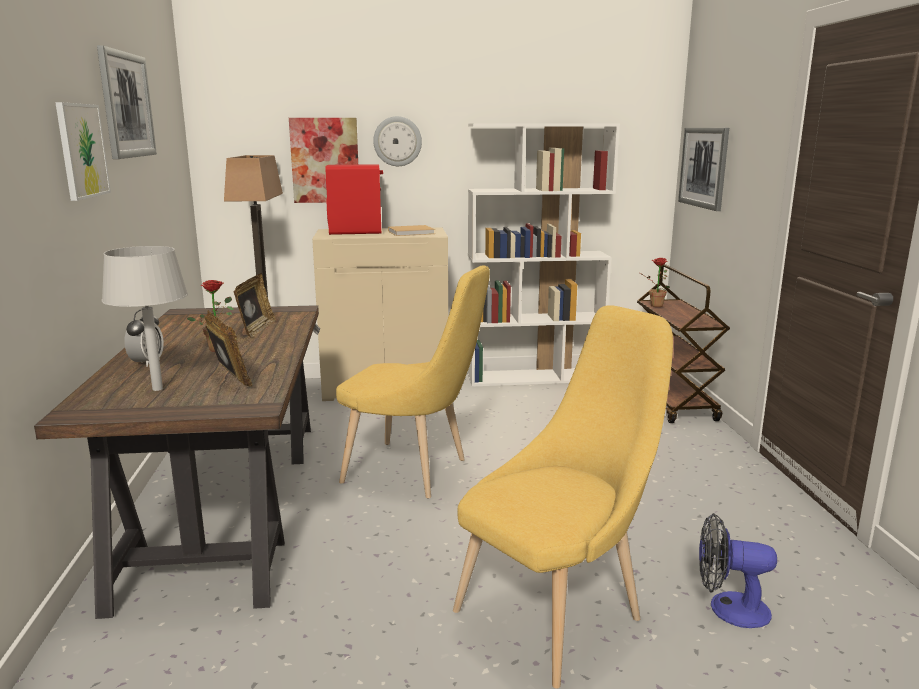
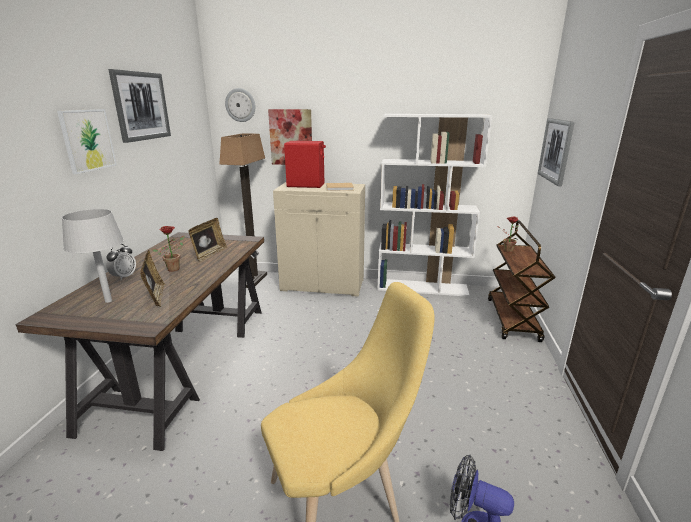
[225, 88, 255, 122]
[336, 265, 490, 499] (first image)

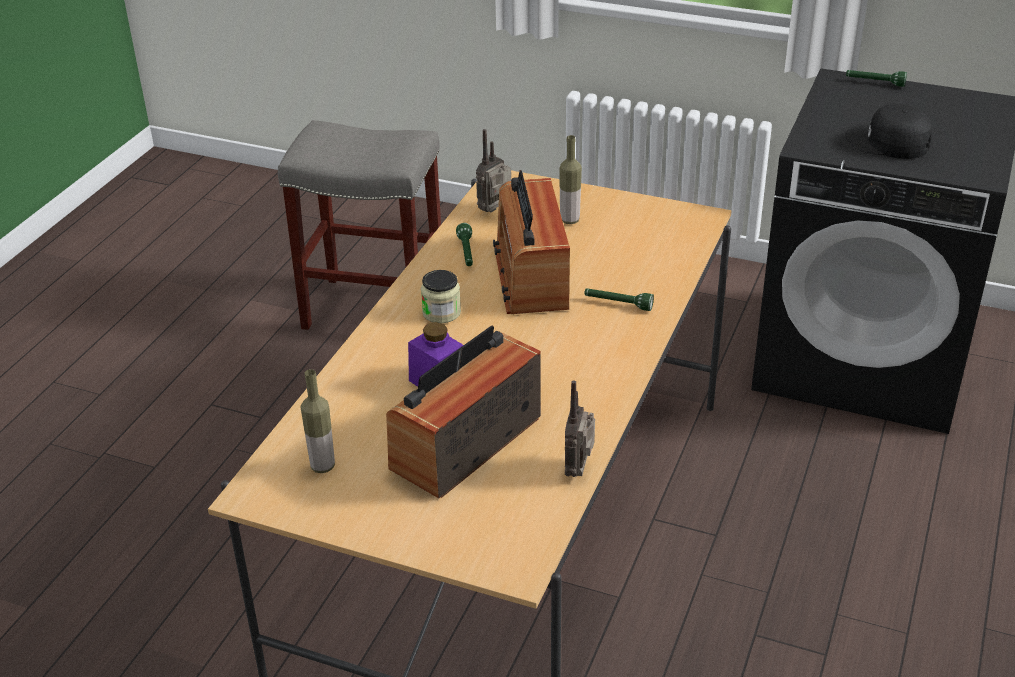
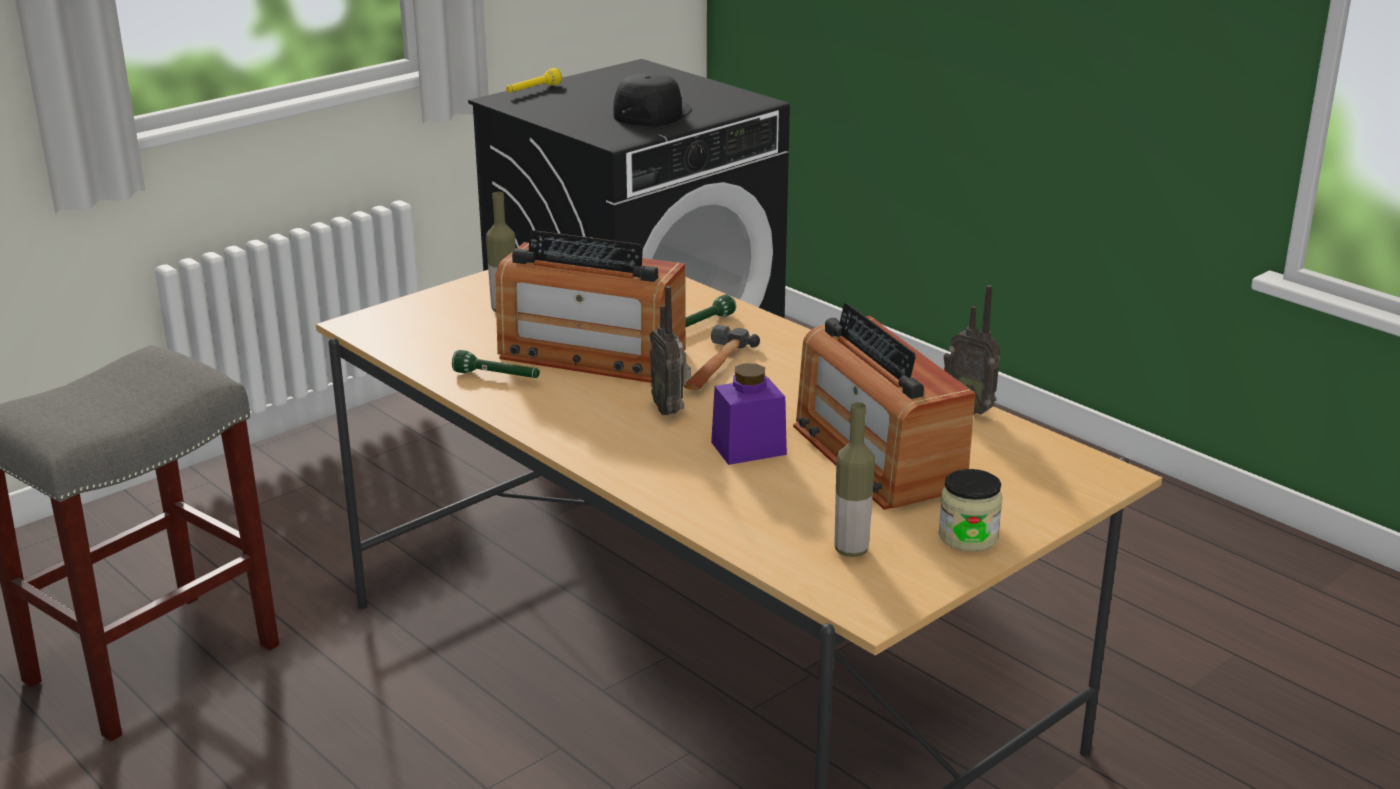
[506, 68, 562, 93]
[613, 73, 692, 126]
[650, 286, 691, 415]
[938, 469, 1003, 552]
[683, 325, 760, 390]

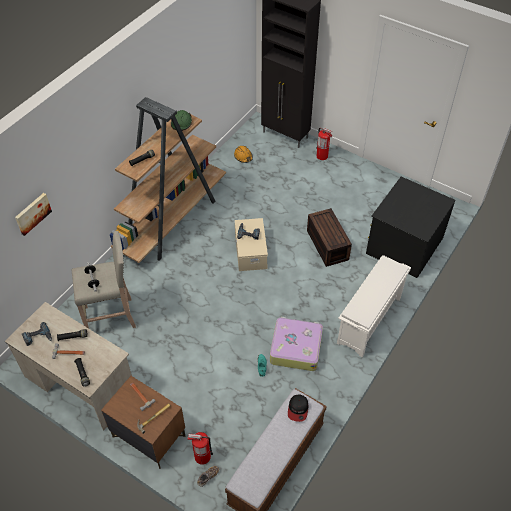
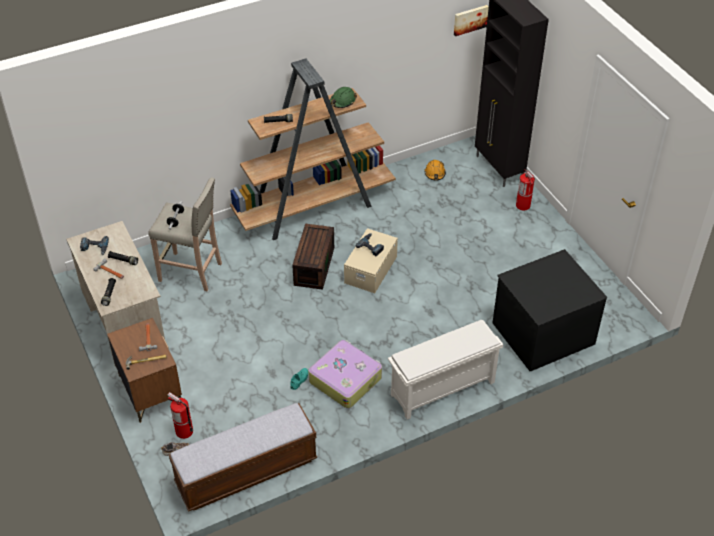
[454, 5, 489, 36]
[292, 224, 334, 290]
[288, 395, 309, 422] (first image)

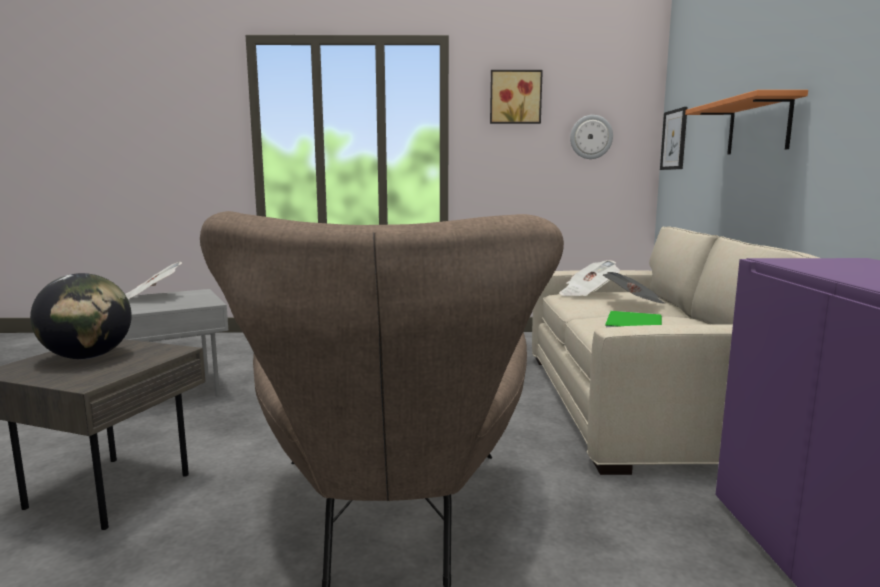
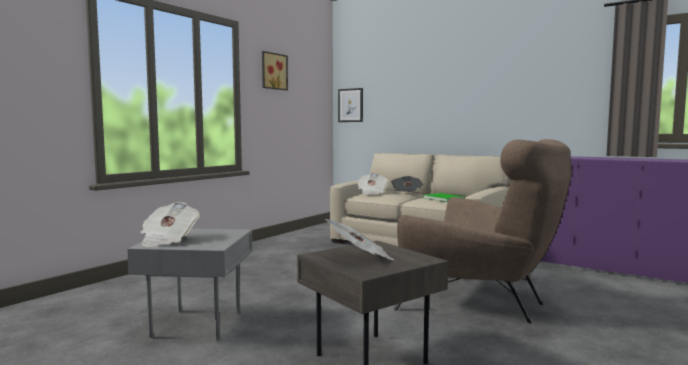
[685, 90, 808, 154] (first image)
[570, 115, 613, 159] (first image)
[325, 219, 394, 260]

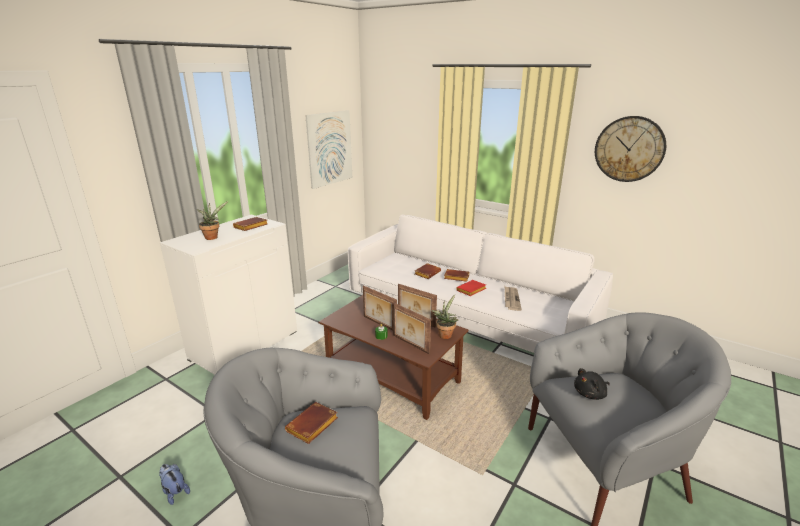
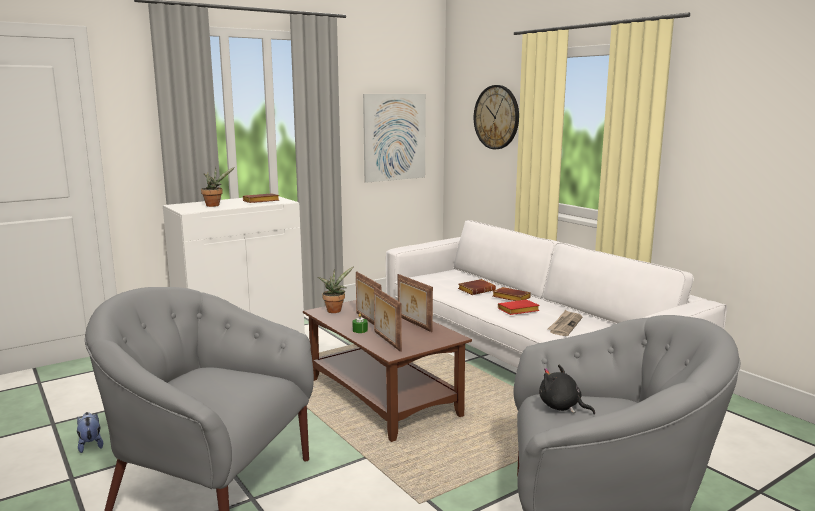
[474, 85, 519, 149]
[318, 267, 353, 313]
[539, 365, 595, 415]
[285, 402, 338, 444] (first image)

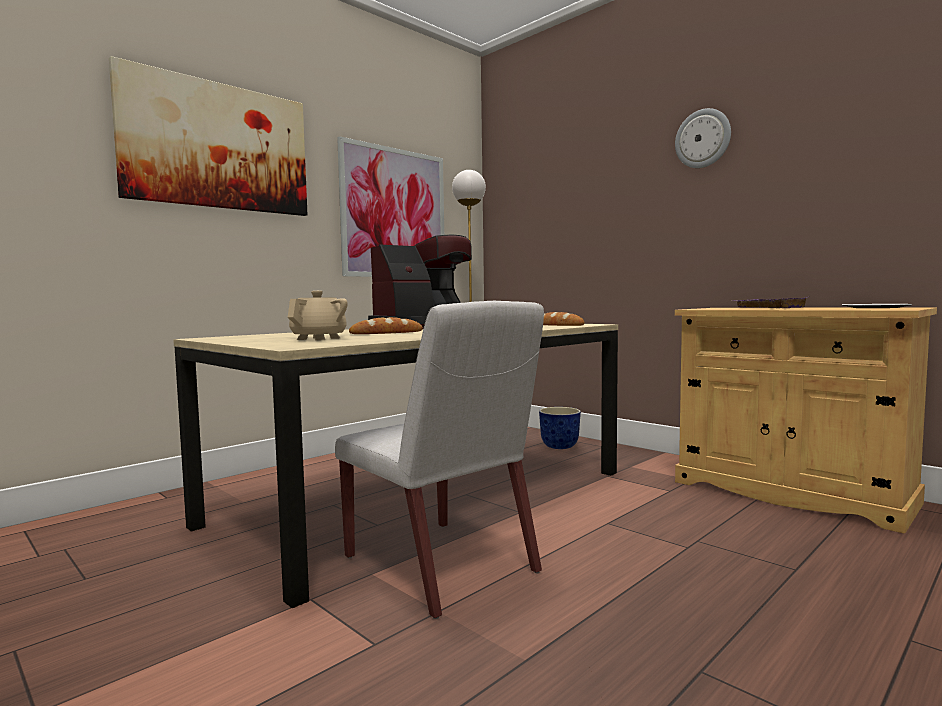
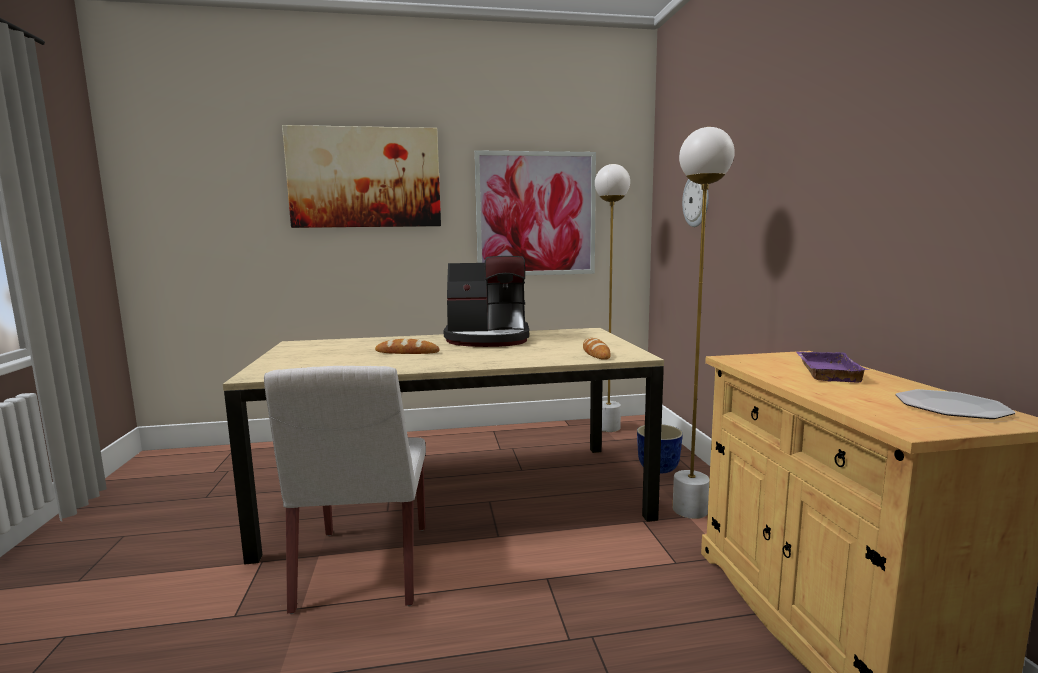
[682, 179, 709, 227]
[288, 291, 348, 340] (first image)
[673, 127, 735, 519]

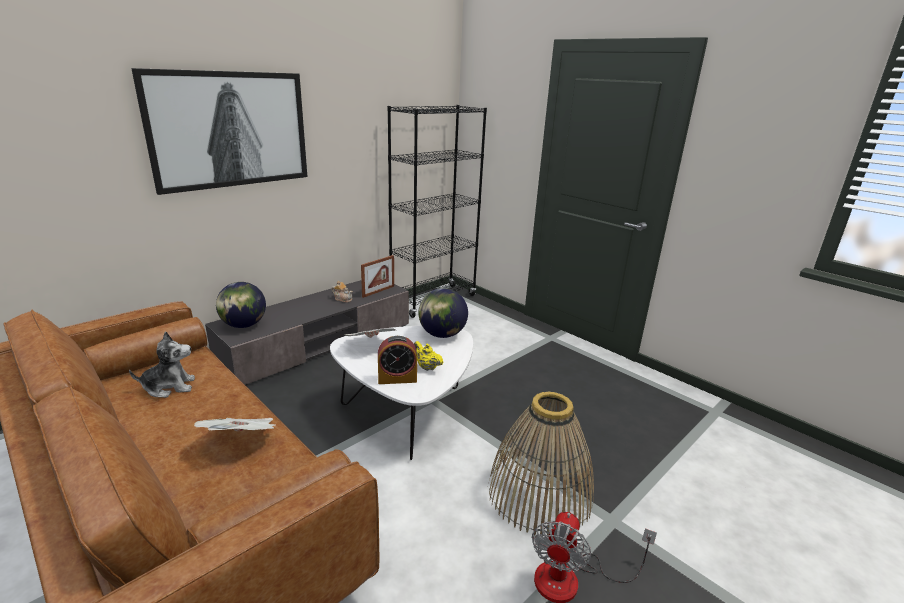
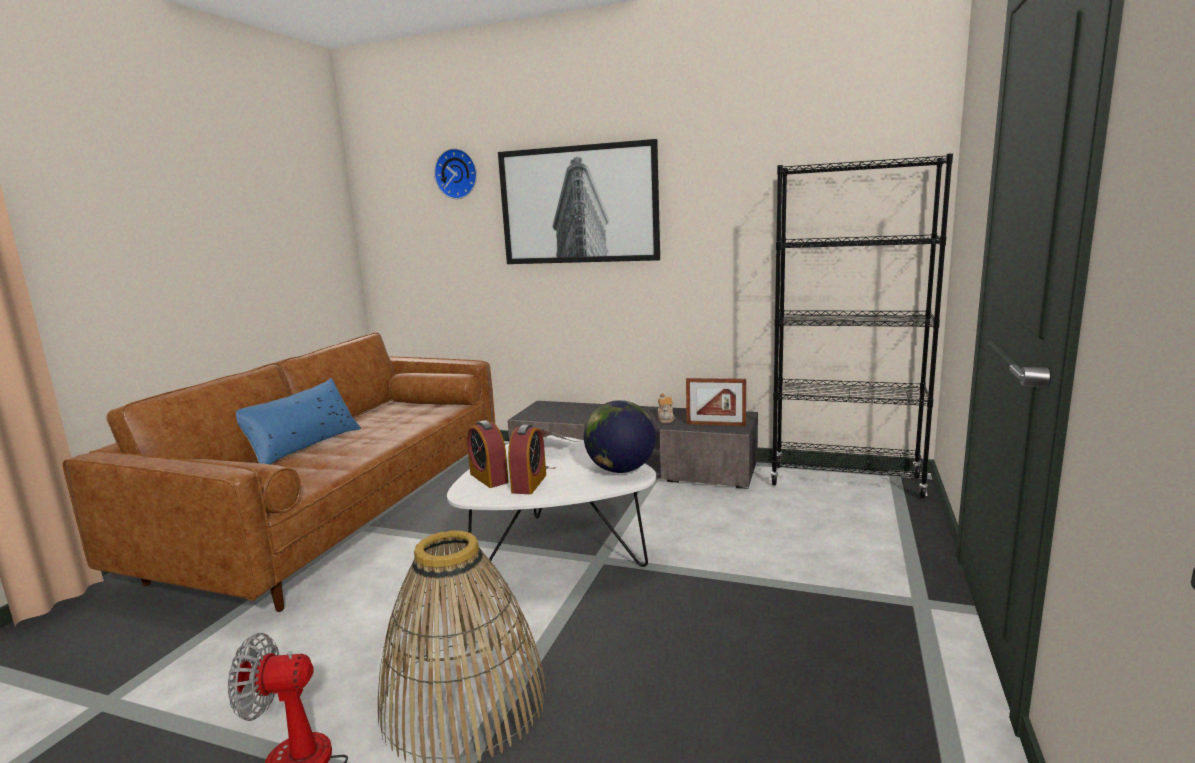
[216, 282, 266, 328] (first image)
[129, 331, 195, 398] (first image)
[508, 424, 546, 494]
[194, 418, 276, 432] (first image)
[434, 148, 477, 199]
[236, 378, 361, 464]

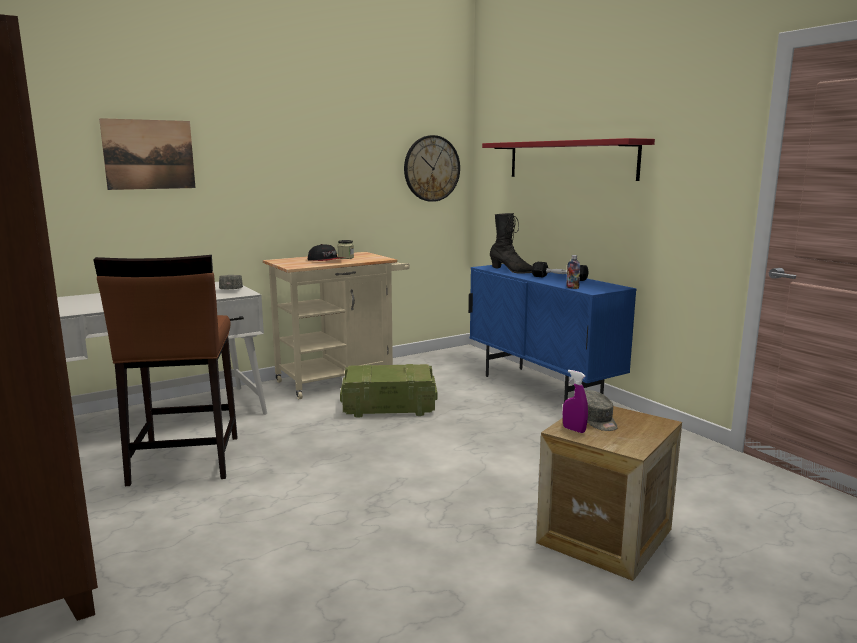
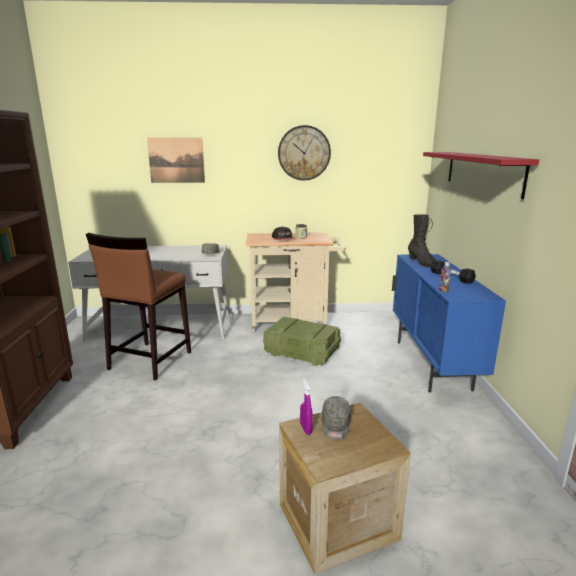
[278, 125, 331, 181]

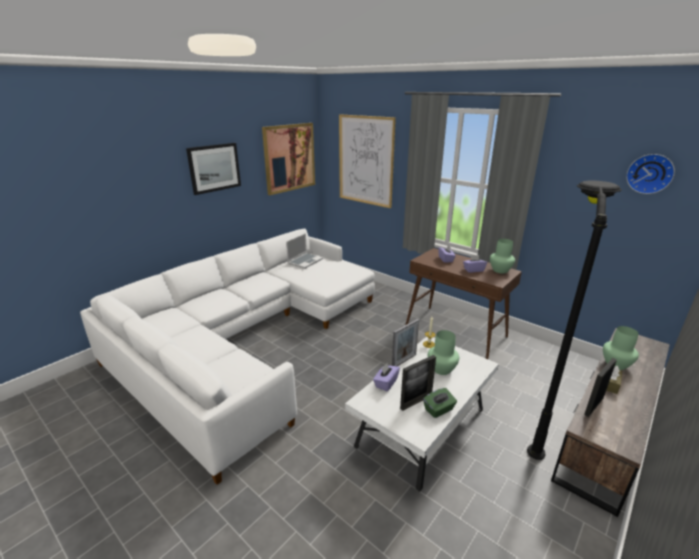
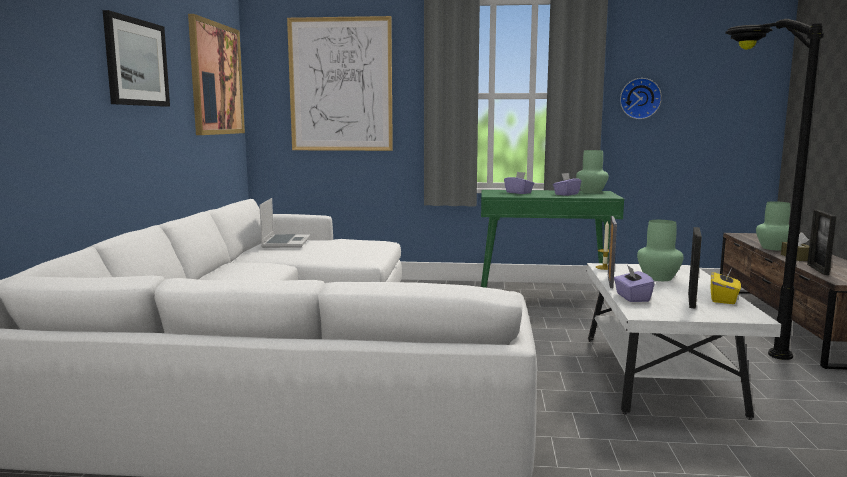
[620, 78, 662, 119]
[481, 190, 624, 288]
[711, 268, 741, 304]

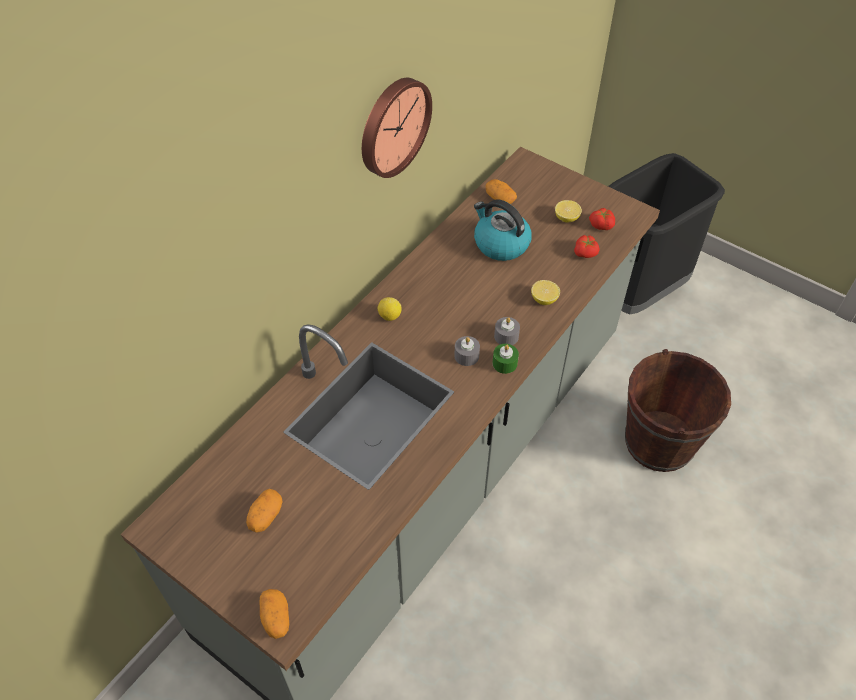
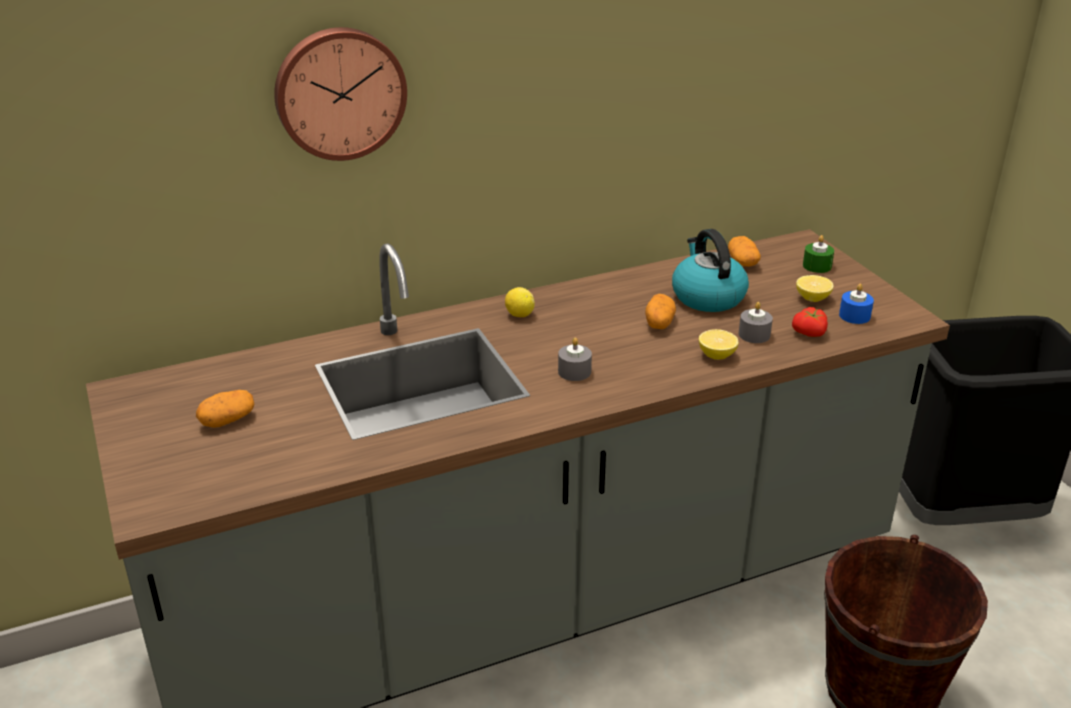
[274, 27, 407, 161]
[839, 283, 874, 324]
[739, 302, 773, 343]
[803, 235, 834, 273]
[645, 294, 676, 329]

